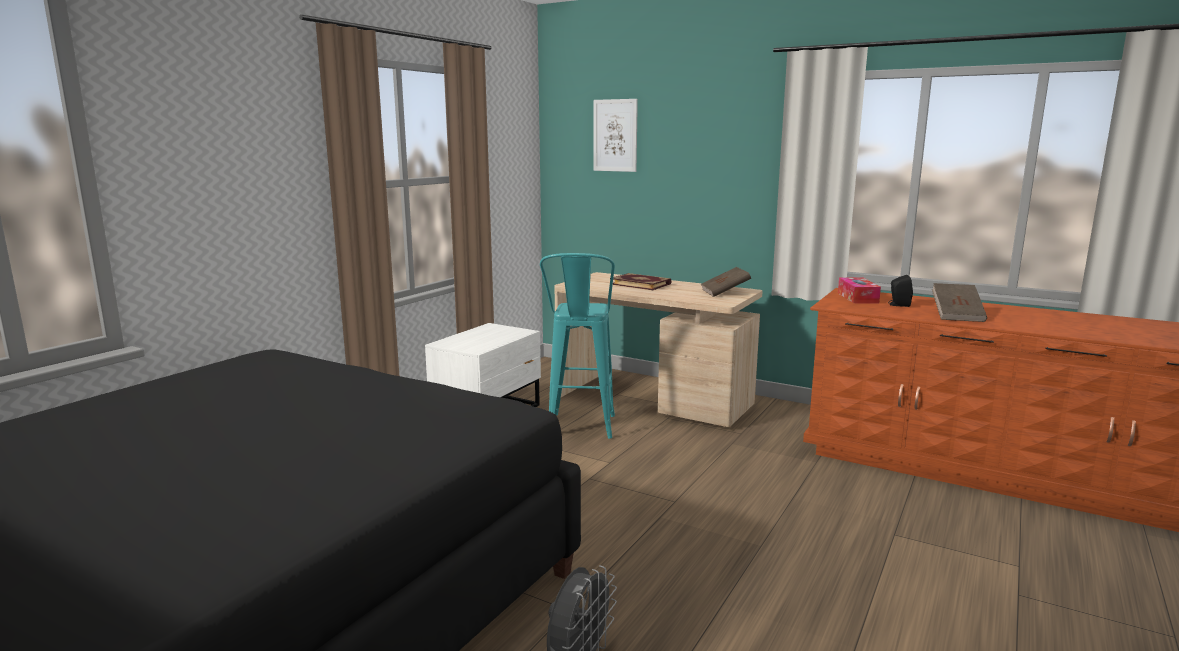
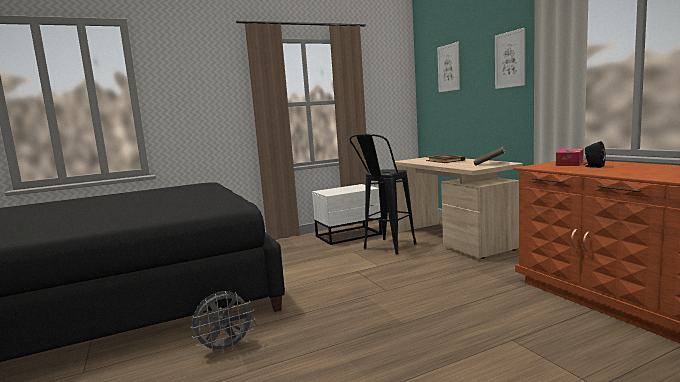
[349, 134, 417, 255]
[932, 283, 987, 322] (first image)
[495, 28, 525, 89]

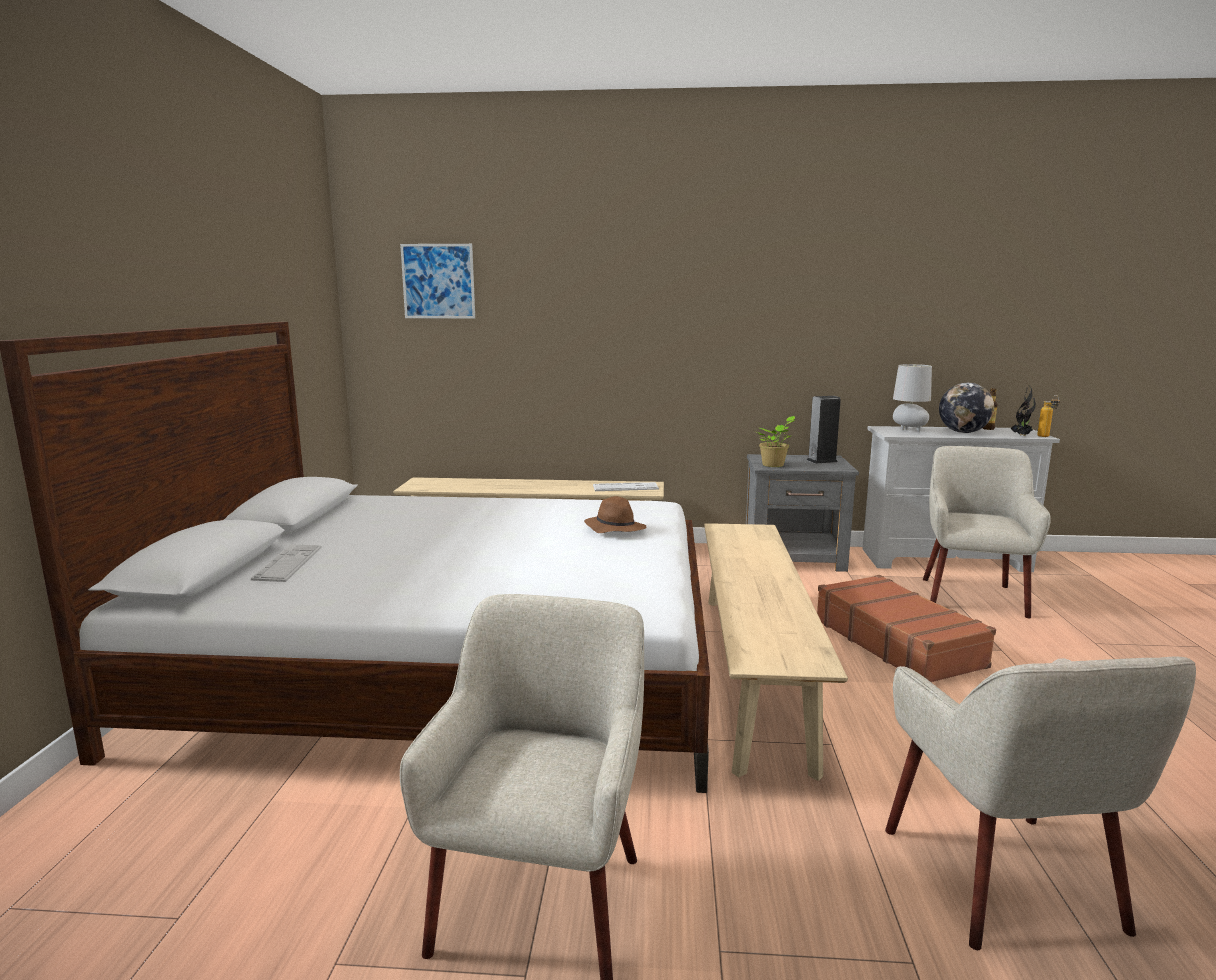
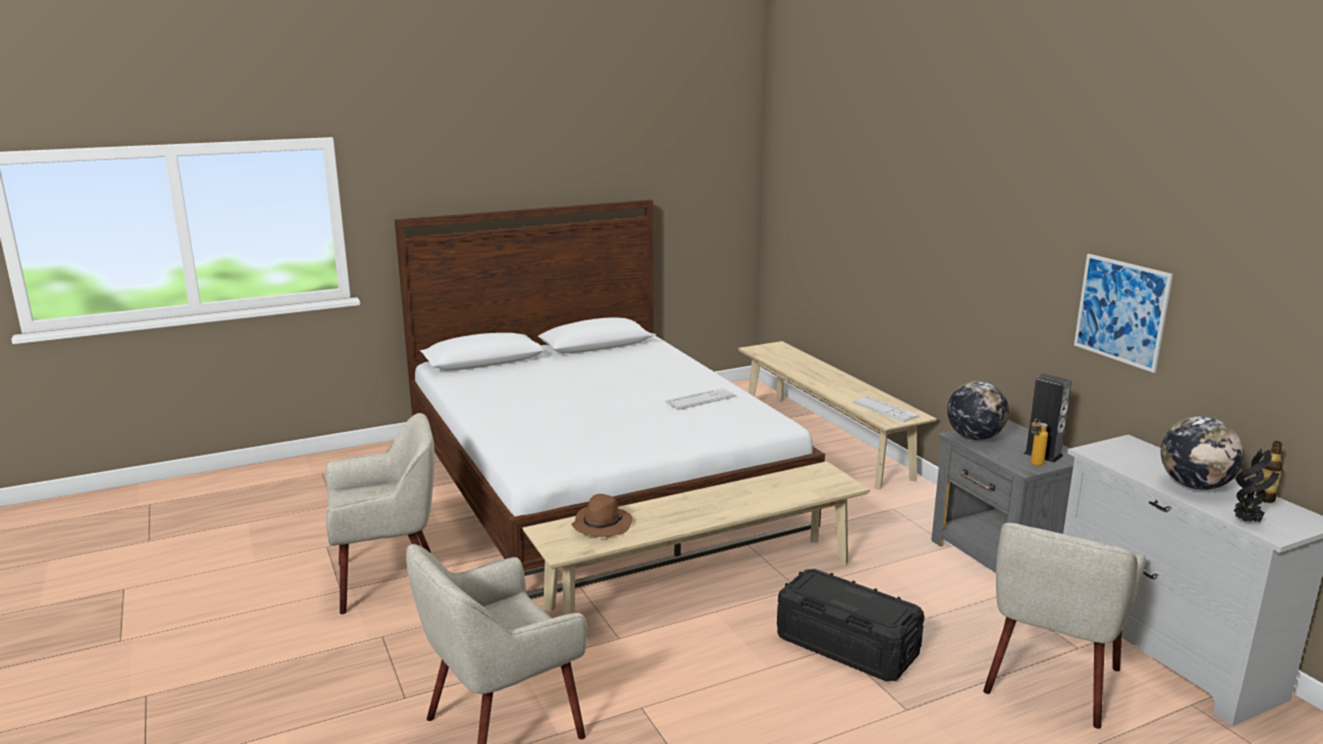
[1074, 254, 1173, 373]
[893, 364, 932, 432] (first image)
[1031, 418, 1048, 466]
[947, 381, 1009, 440]
[983, 523, 1146, 729]
[572, 494, 632, 537]
[665, 388, 736, 410]
[777, 569, 924, 681]

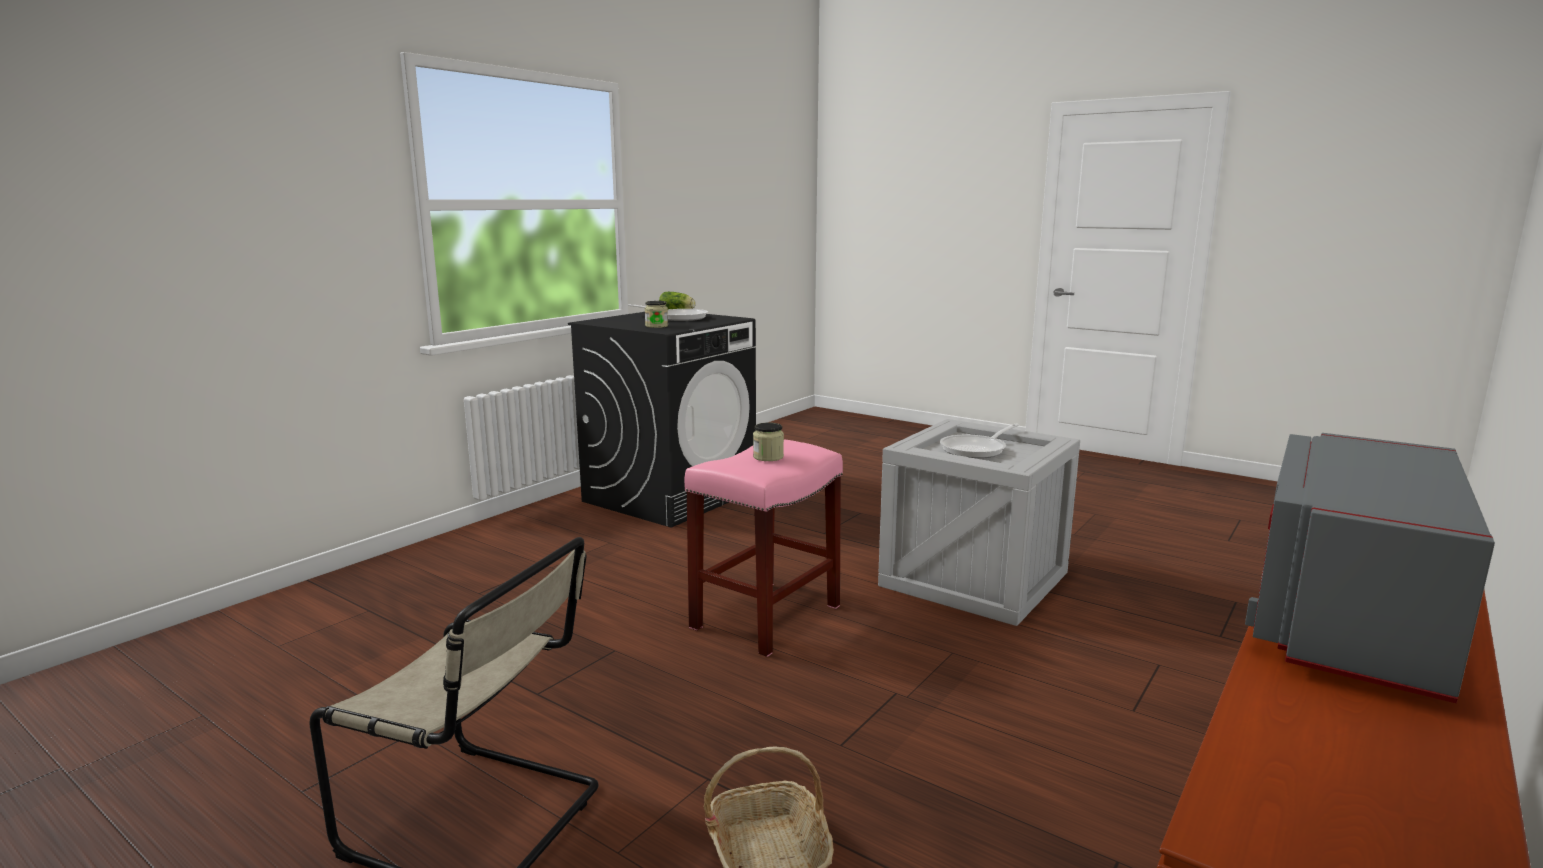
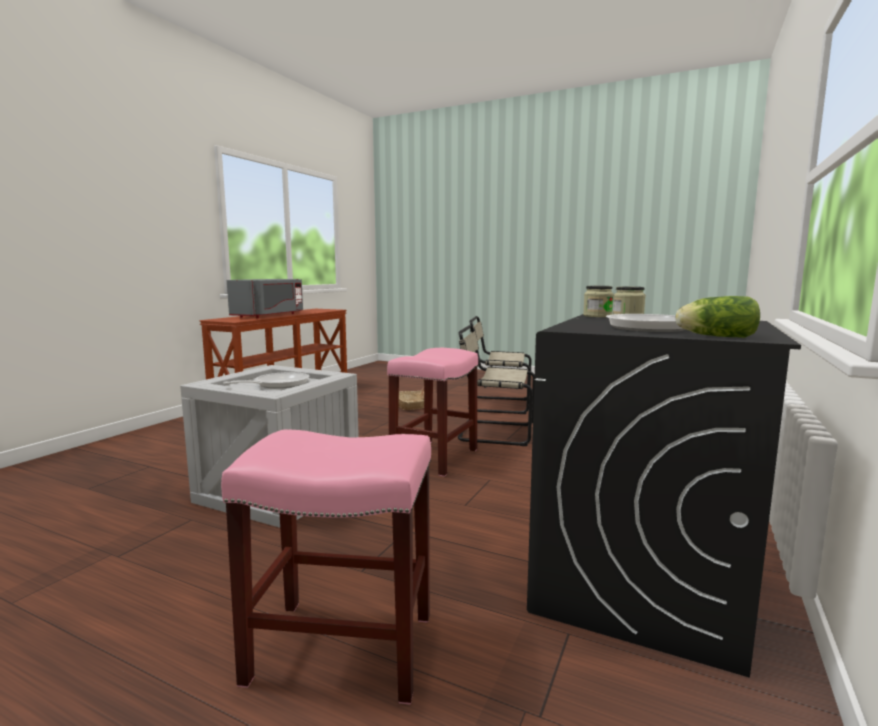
[583, 286, 614, 317]
[458, 325, 536, 446]
[221, 430, 431, 704]

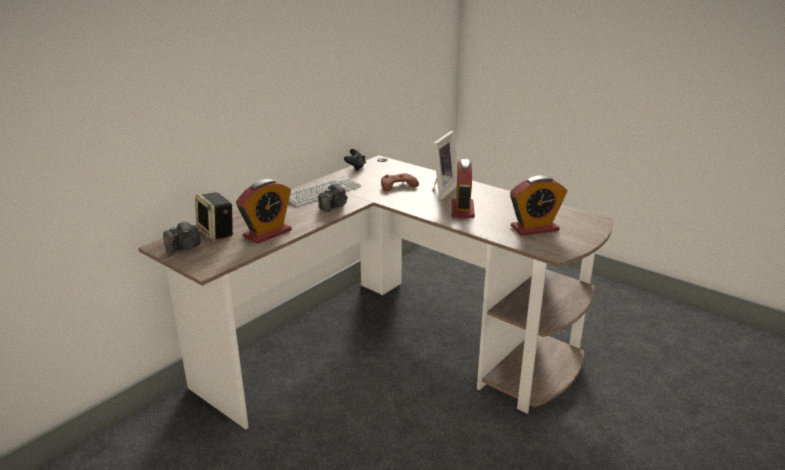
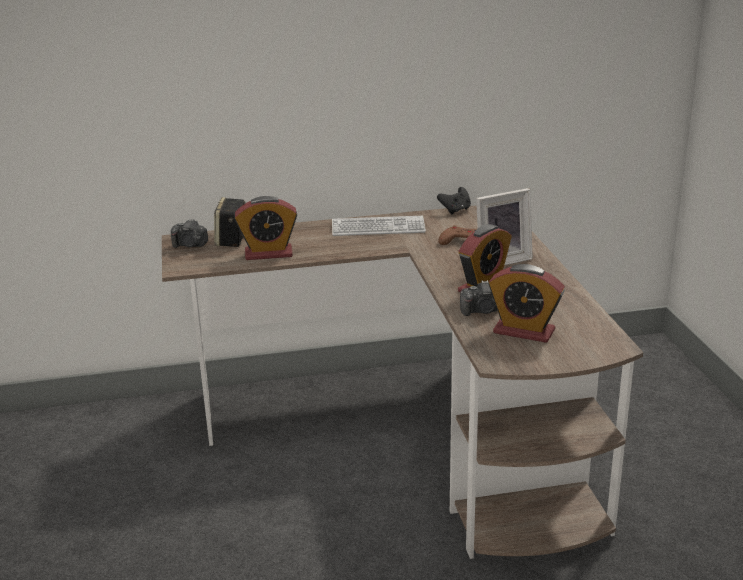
[460, 280, 498, 316]

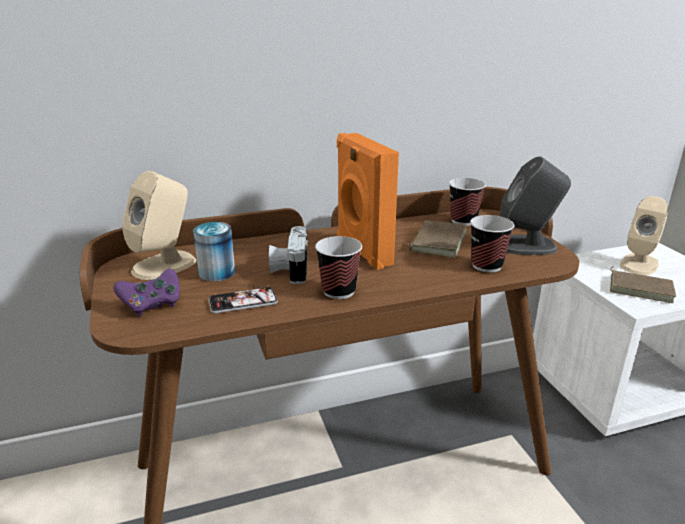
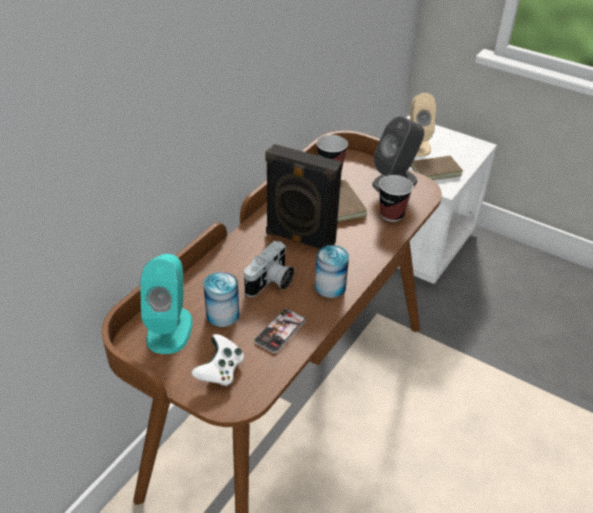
[266, 144, 342, 249]
[140, 254, 193, 354]
[244, 241, 295, 297]
[315, 245, 349, 298]
[191, 334, 244, 386]

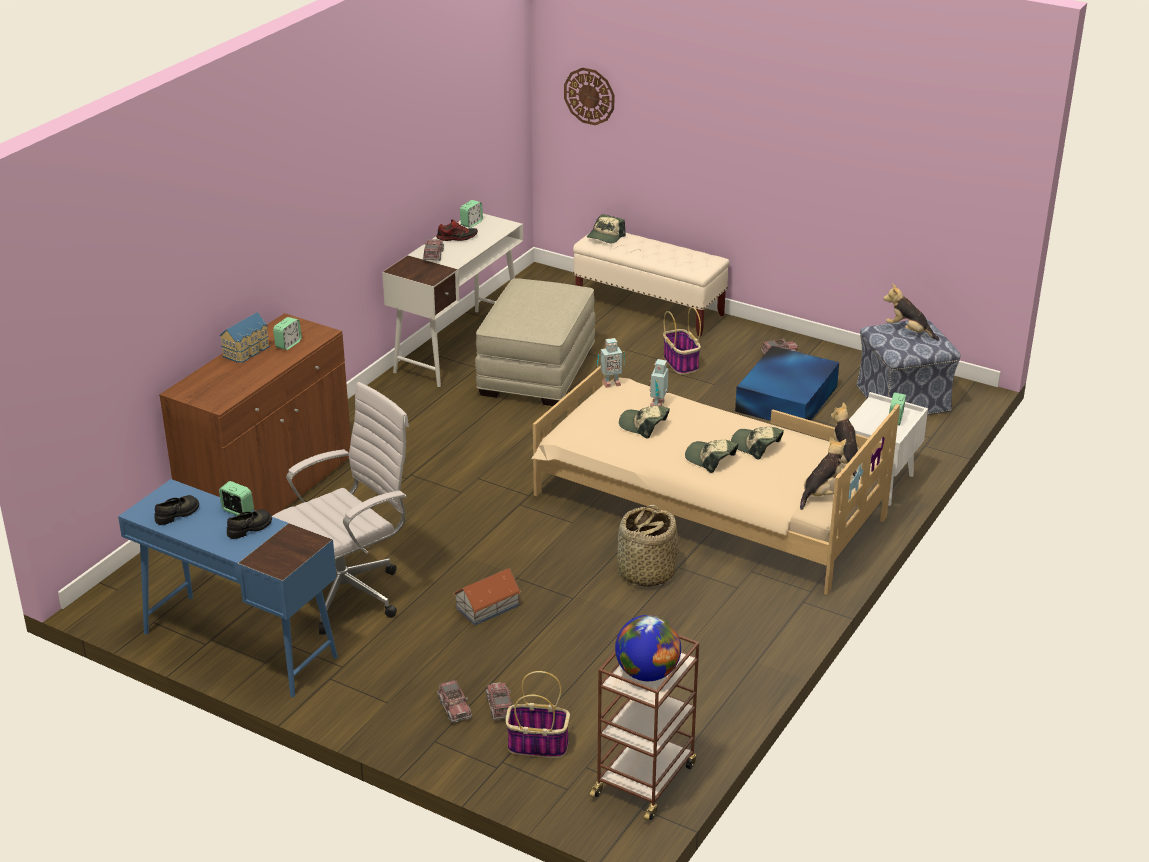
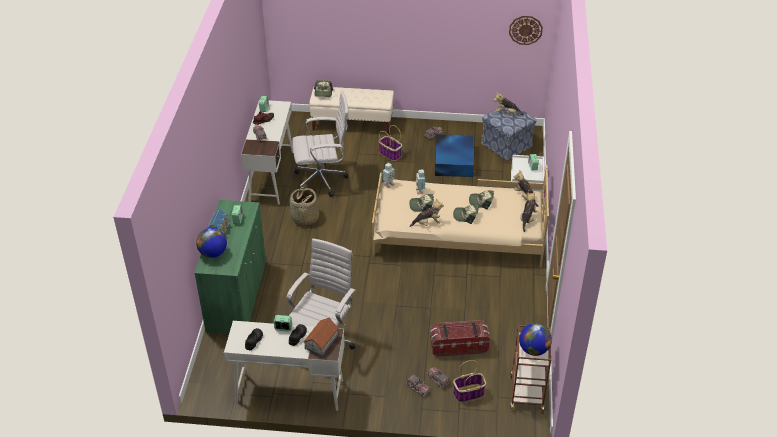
[509, 16, 543, 45]
[292, 91, 349, 197]
[194, 200, 266, 334]
[224, 321, 345, 411]
[290, 187, 319, 227]
[303, 318, 339, 356]
[409, 199, 444, 227]
[196, 228, 227, 258]
[430, 320, 490, 357]

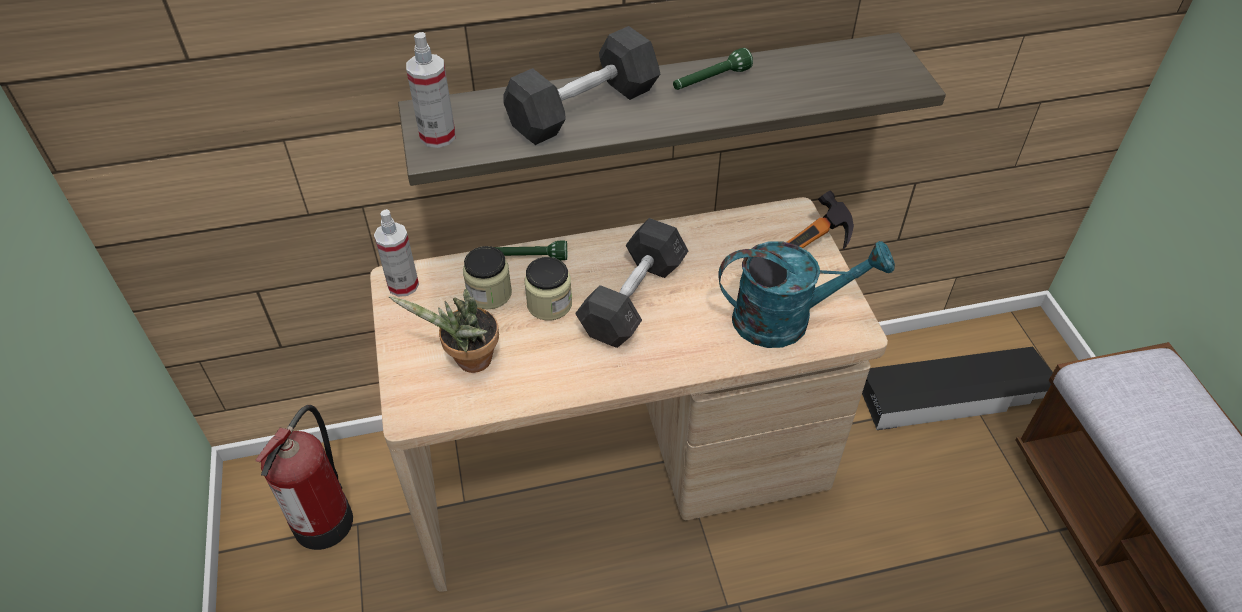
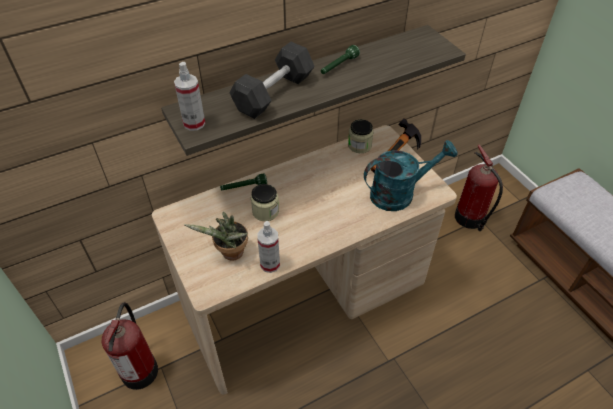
[257, 221, 280, 273]
[575, 218, 688, 348] (first image)
[348, 119, 374, 153]
[455, 144, 503, 231]

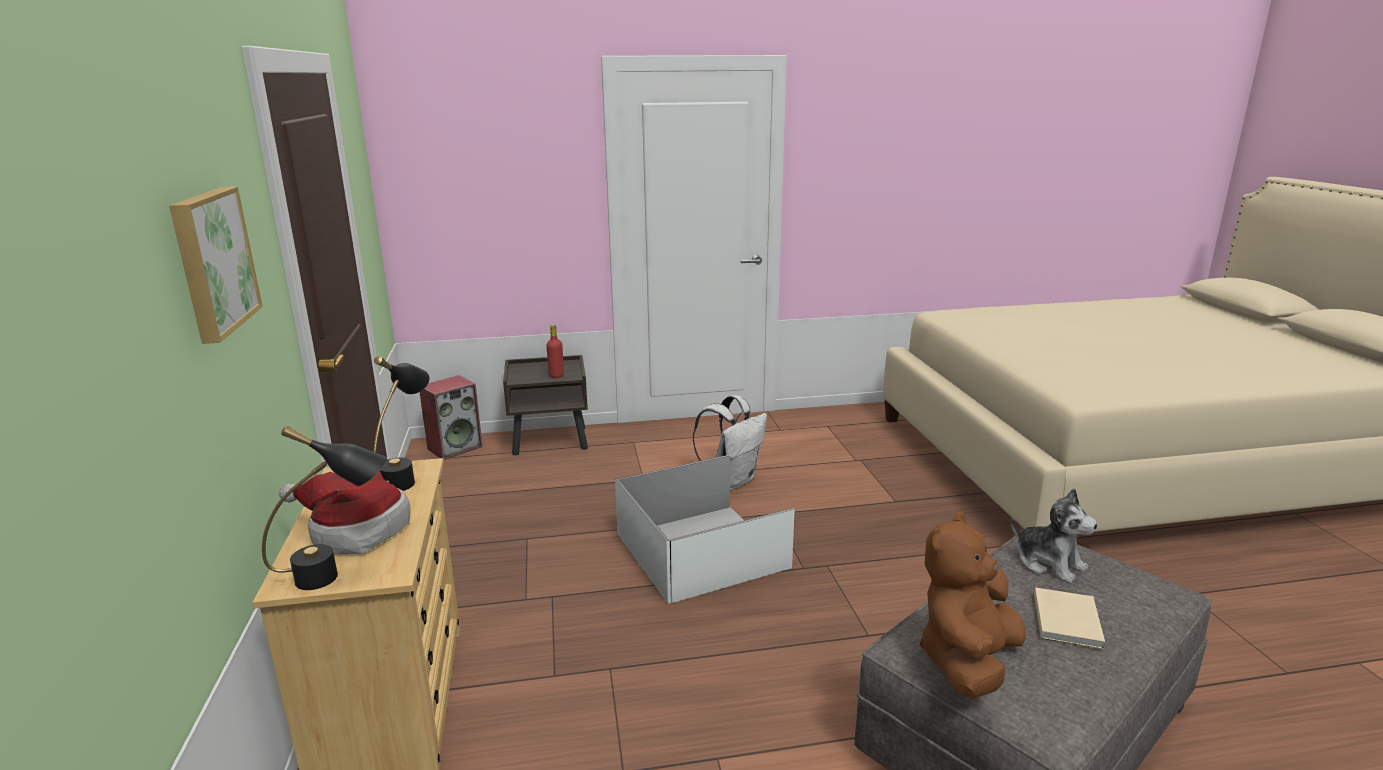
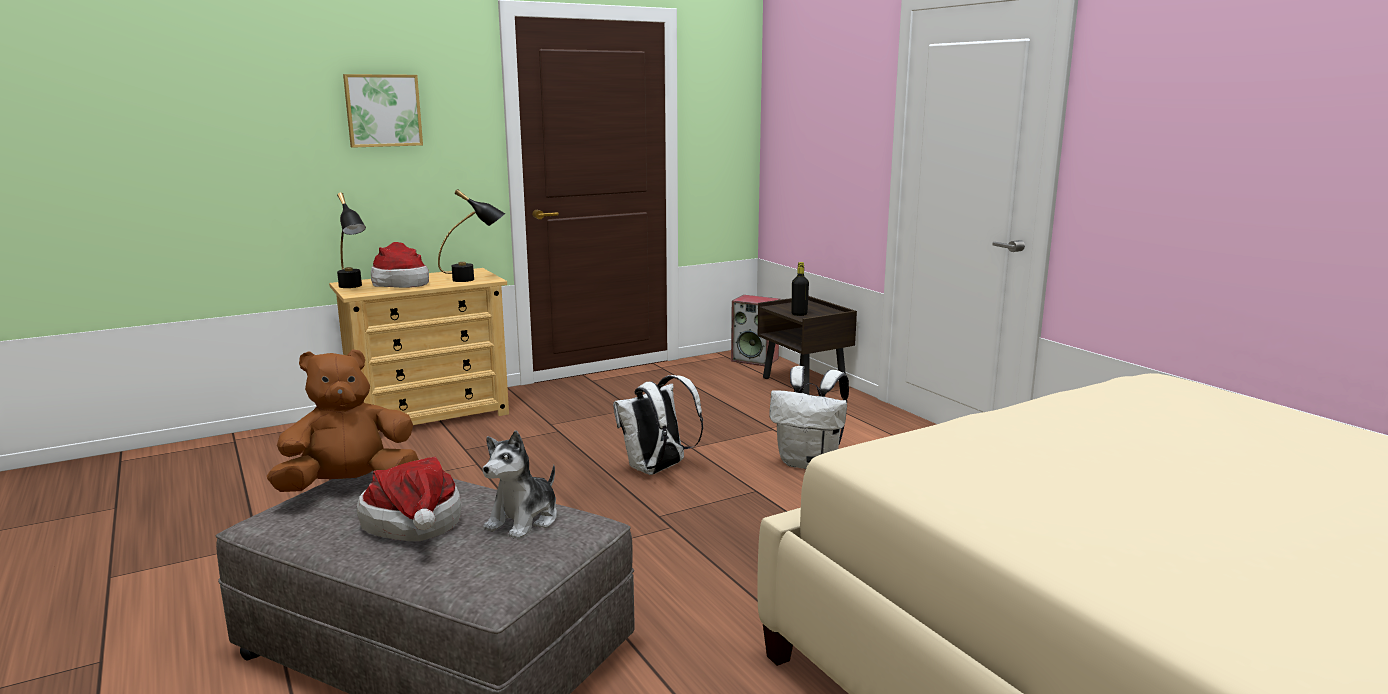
[791, 262, 809, 316]
[613, 375, 703, 475]
[267, 349, 419, 492]
[357, 457, 461, 541]

